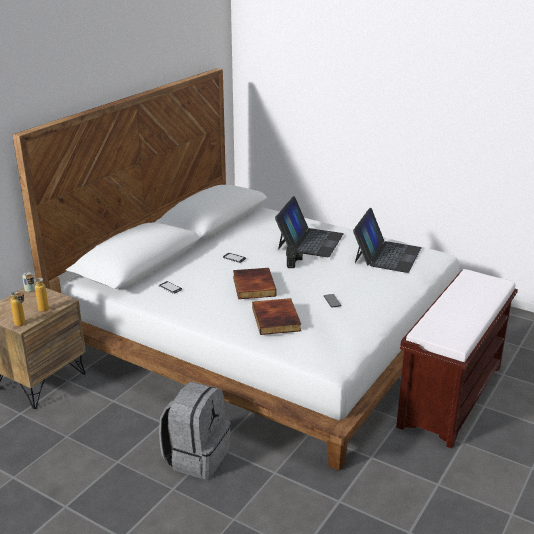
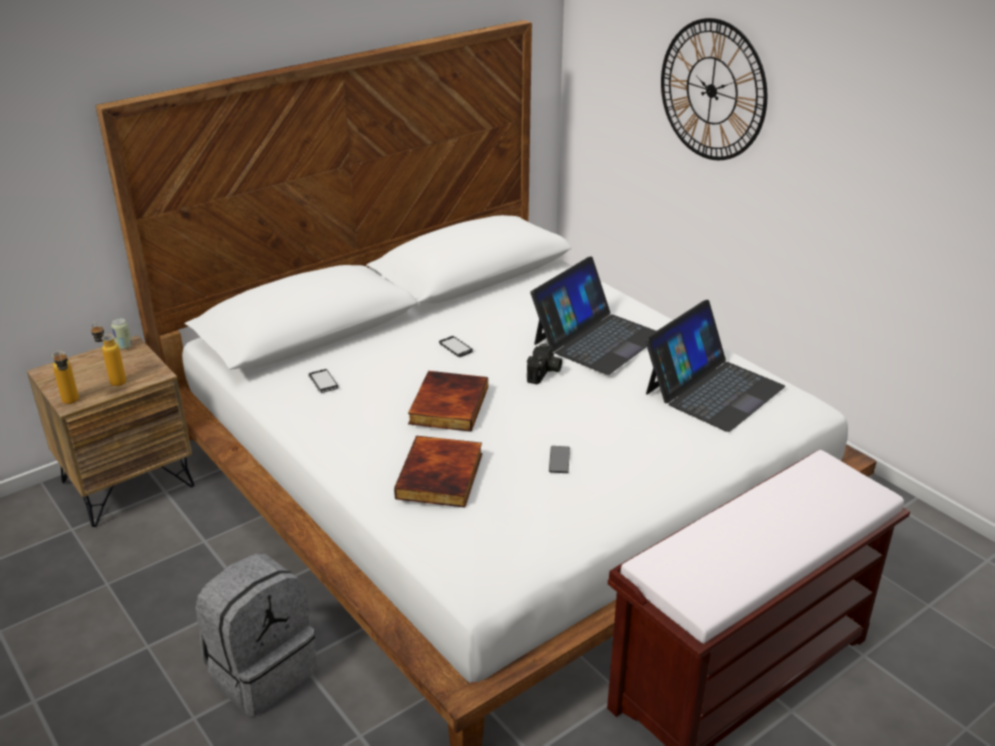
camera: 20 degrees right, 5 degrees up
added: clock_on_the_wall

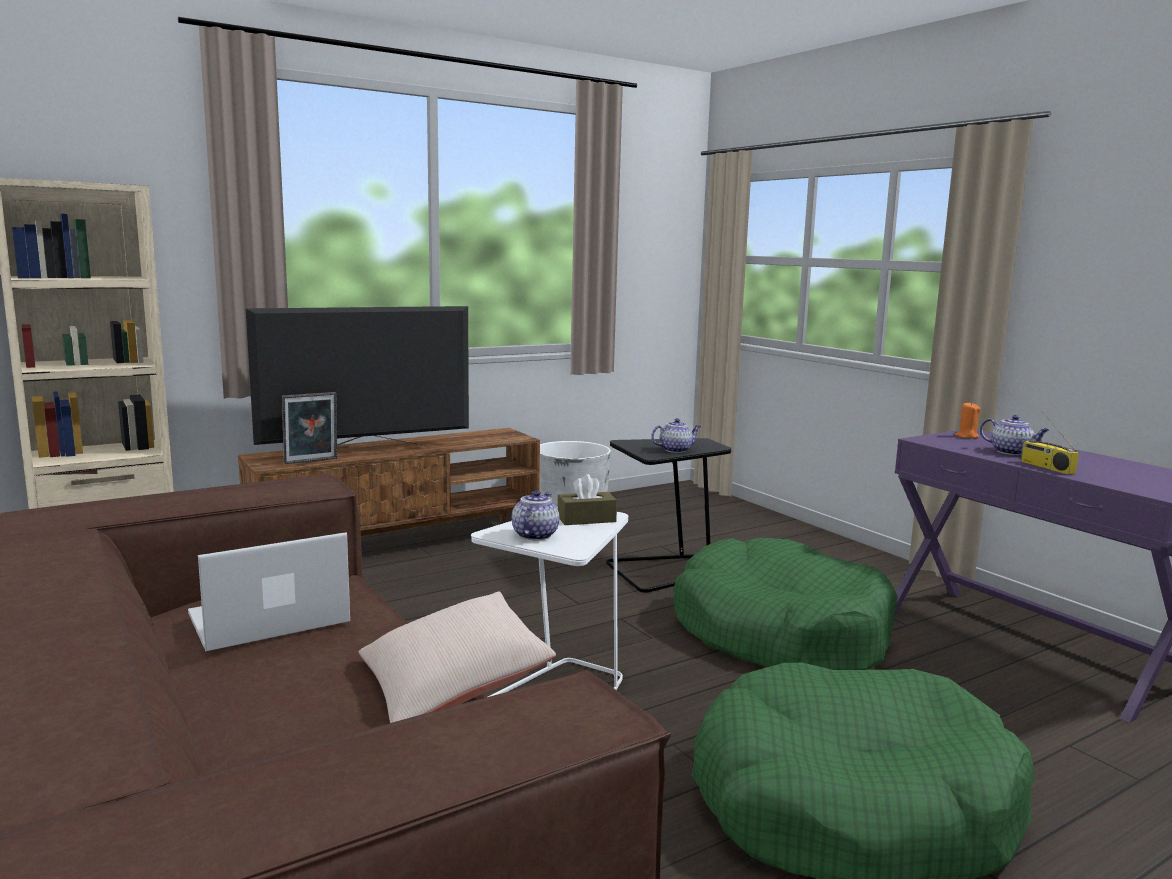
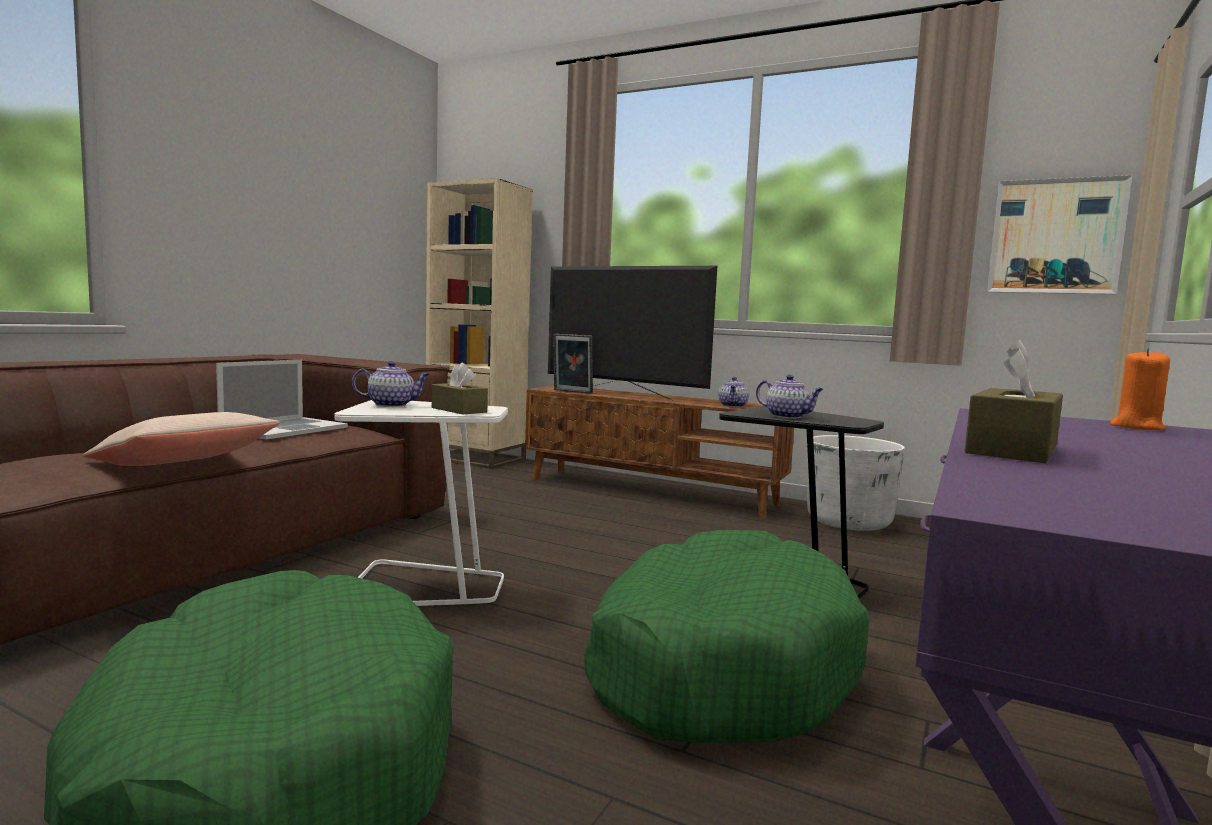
camera: 60 degrees right, 5 degrees down
added: picture
moved: teapot (3rd from left in the first image) to teapot (2nd from left)
replaced: radio to brown-coloured_tissue_holder (2nd from left)
turned: portable_computer 90 degrees clockwise

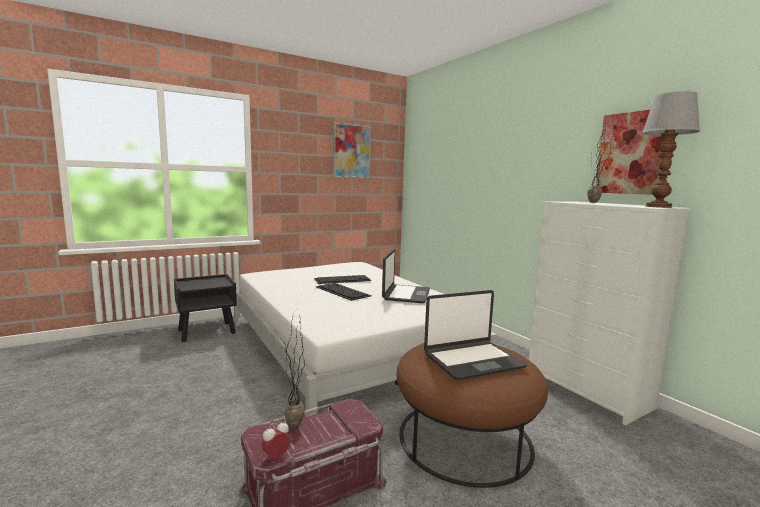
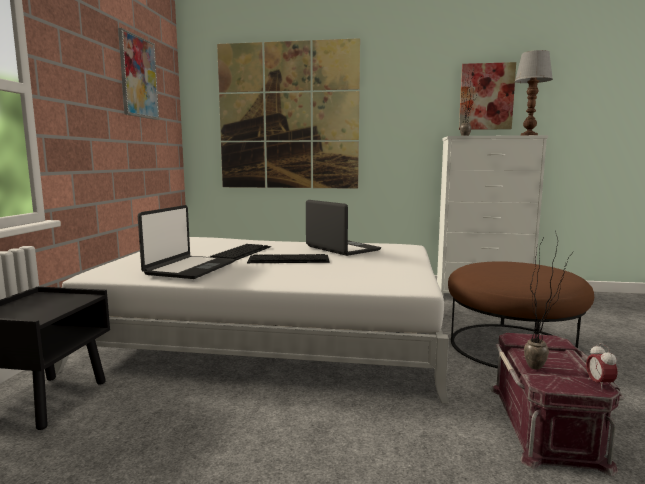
camera: 50 degrees left, 0 degrees up
added: picture (2nd from left)
moved: portable_computer (2nd from left in the first image) to portable_computer (1st from left)

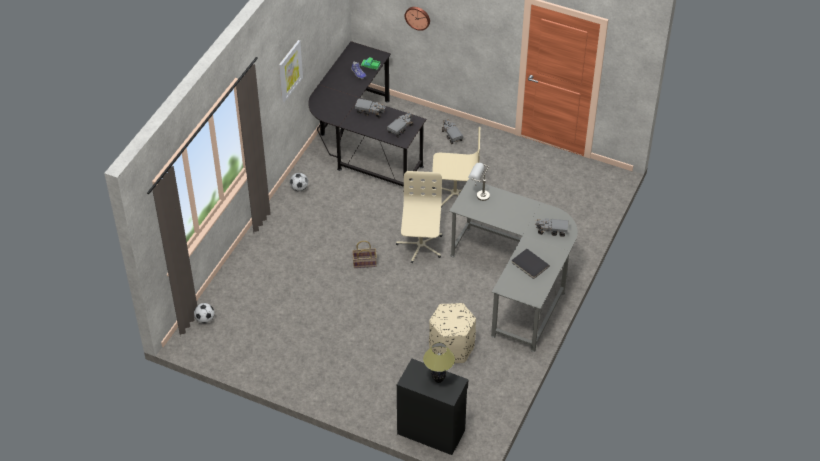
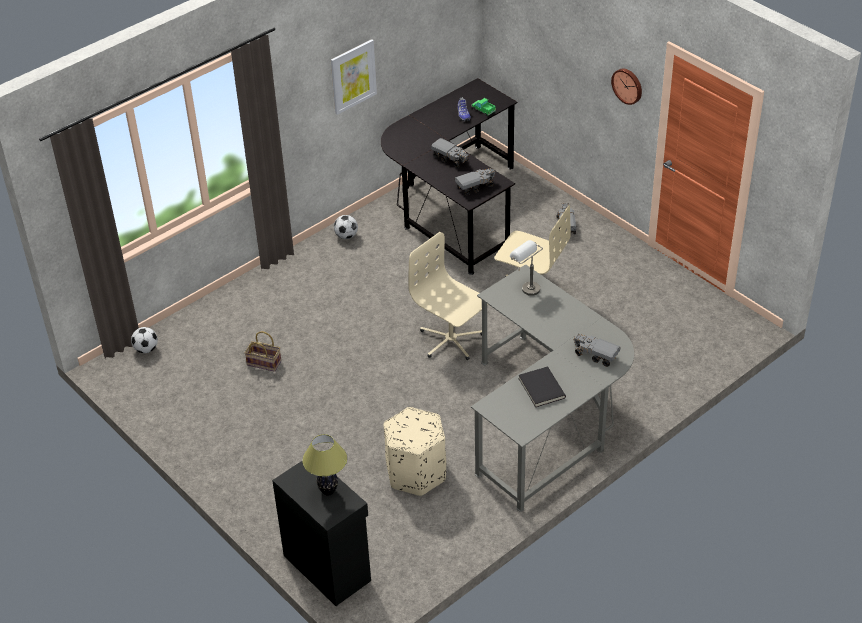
camera: 25 degrees right, 5 degrees down
moved: storage_basket; clock_on_the_wall
turned: beige_desk_chair (1st from left) 75 degrees counterclockwise

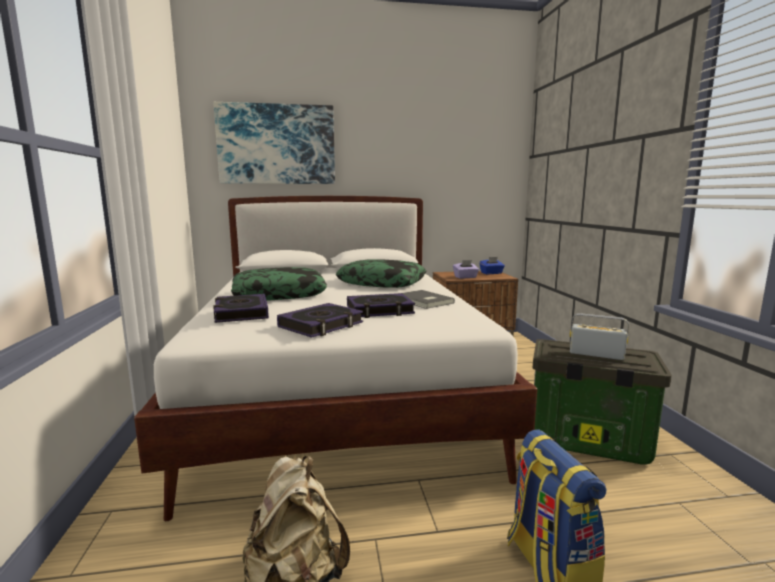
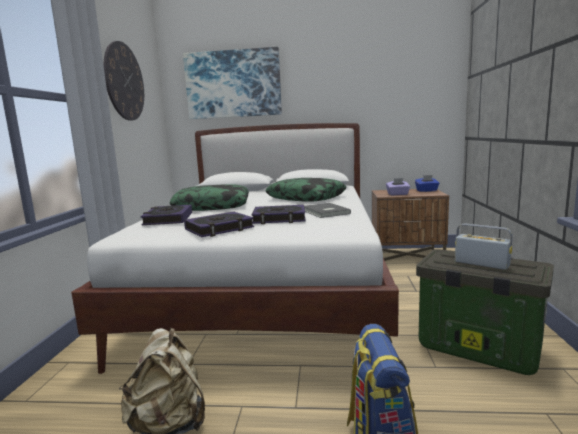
camera: 15 degrees right, 0 degrees up
added: clock_on_the_wall

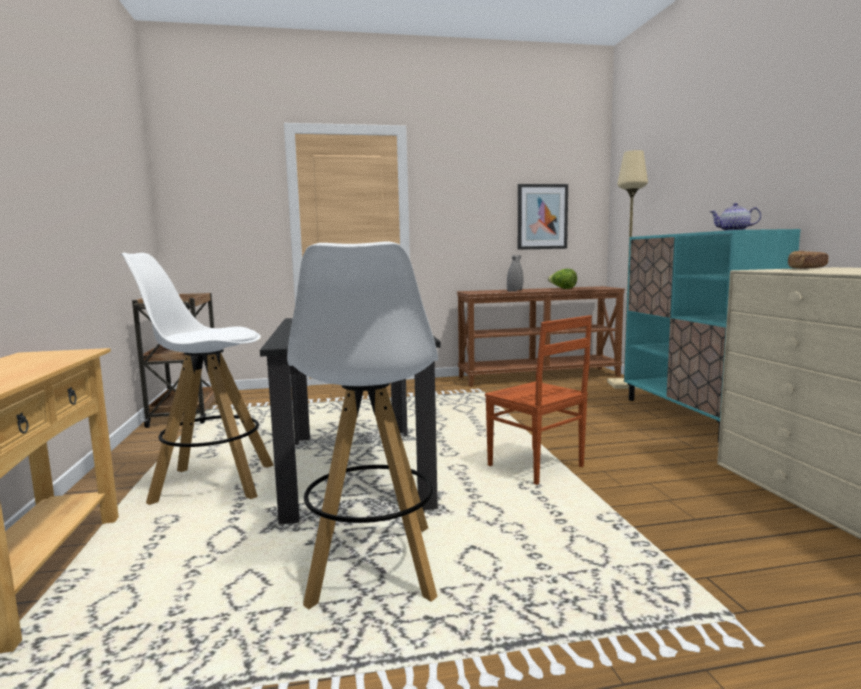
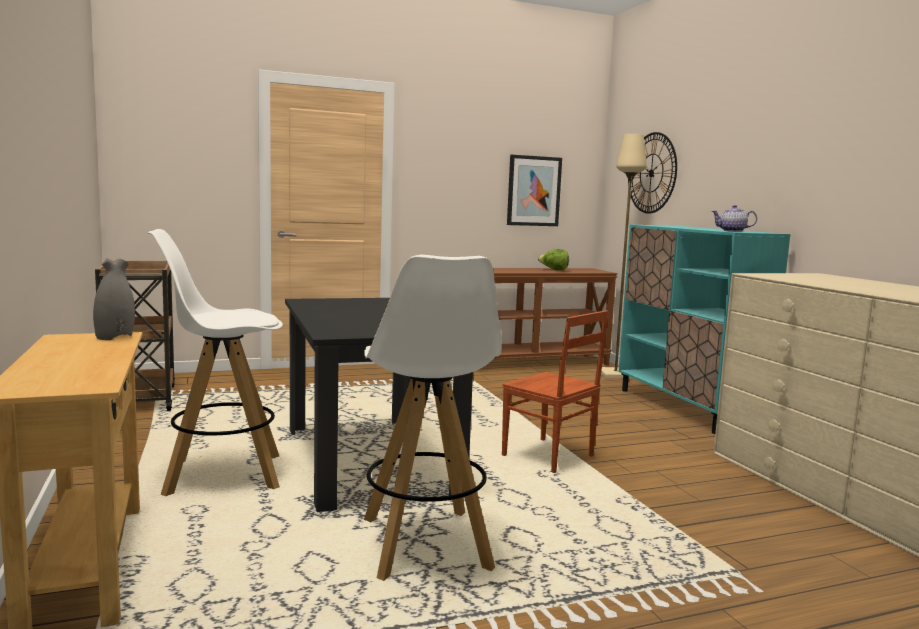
camera: 10 degrees left, 0 degrees up
removed: baked_bread
added: clock_on_the_wall
moved: grey_decorative_vase

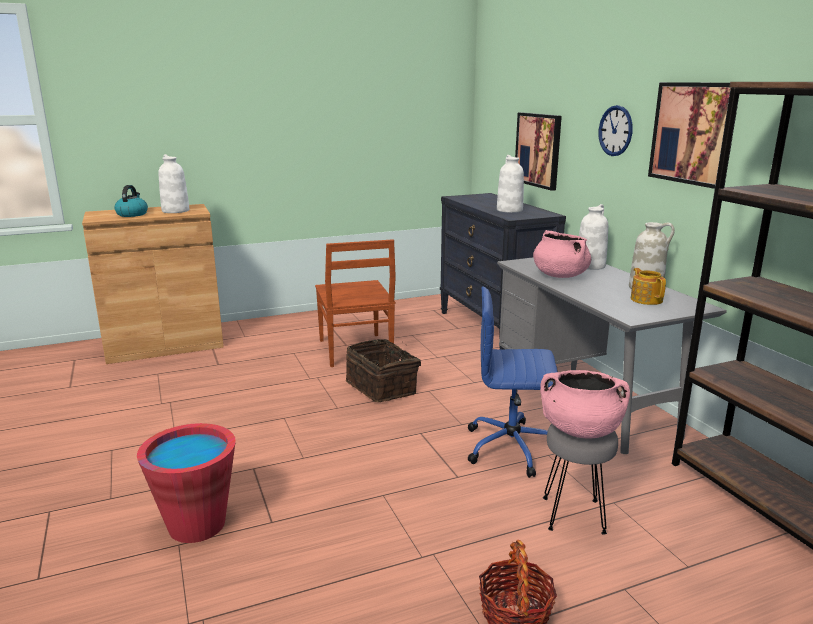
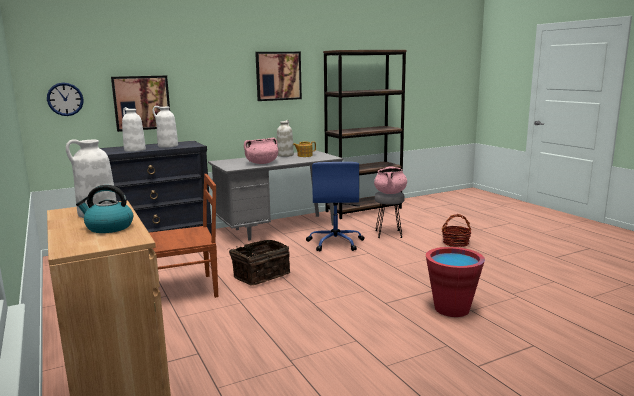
camera: 95 degrees left, 5 degrees down
moved: clock_on_the_wall; white-coloured_decorative_vase (3rd from left in the first image) to white-coloured_decorative_vase (2nd from left)

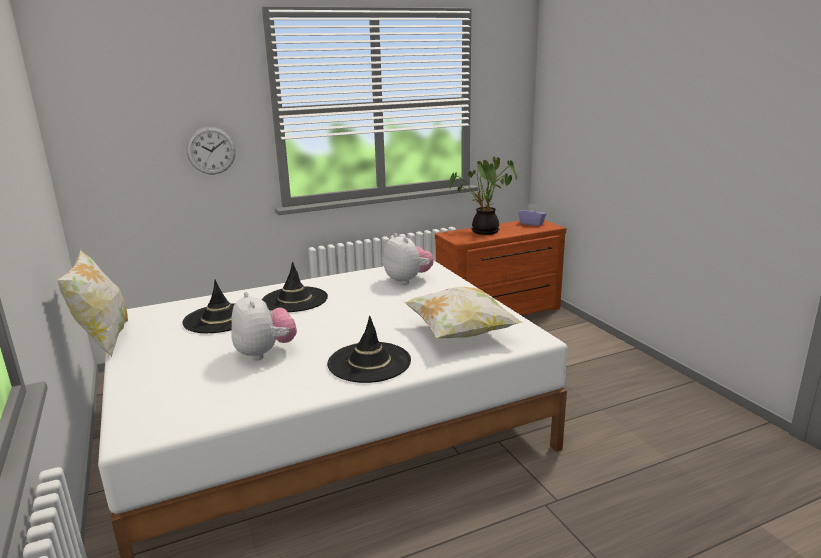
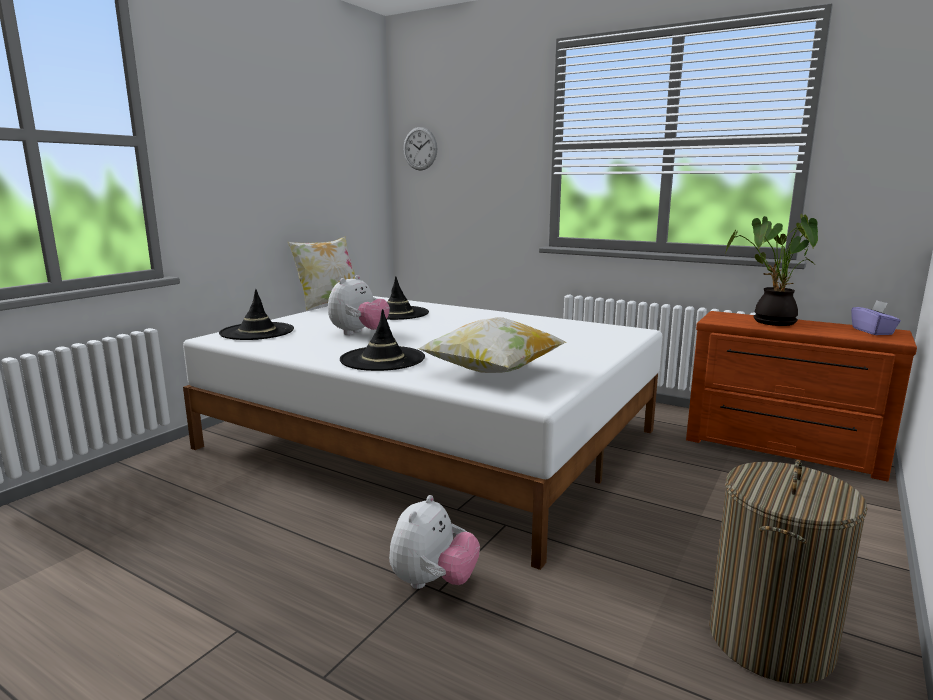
camera: 55 degrees right, 5 degrees down
added: washing_basket
moved: black-coloured_clothing_hat (2nd from left in the first image) to black-coloured_clothing_hat (1st from left); plush_toy (2nd from left); clock_on_the_wall

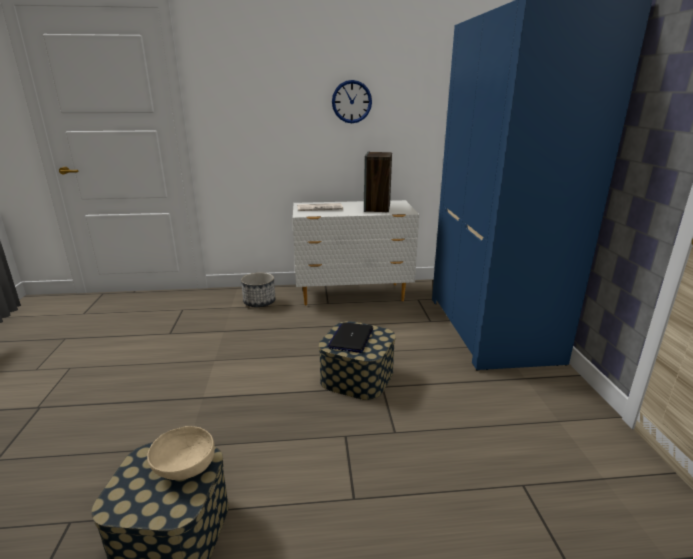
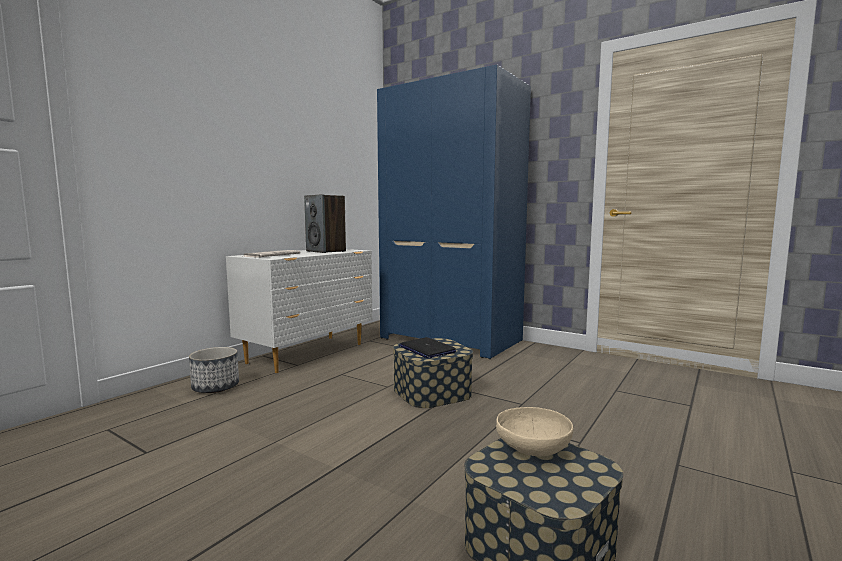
camera: 50 degrees left, 15 degrees down
removed: clock_on_the_wall

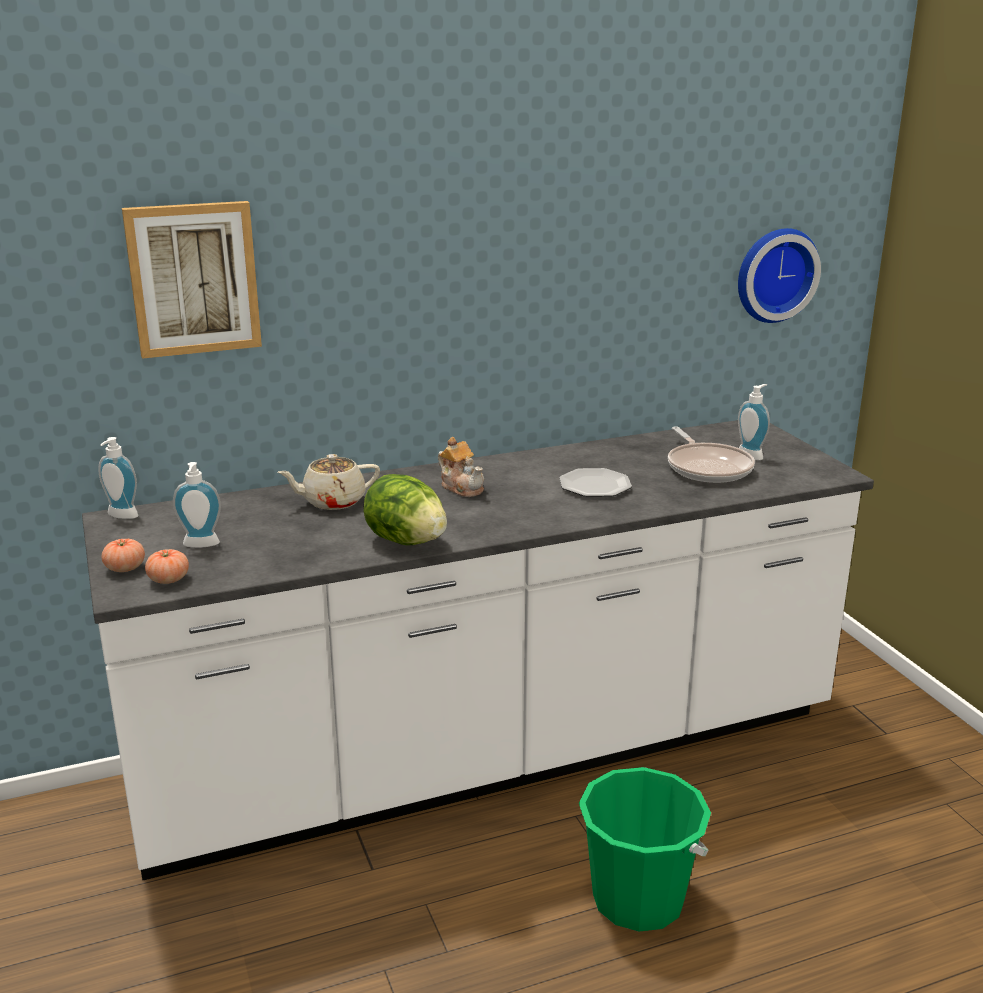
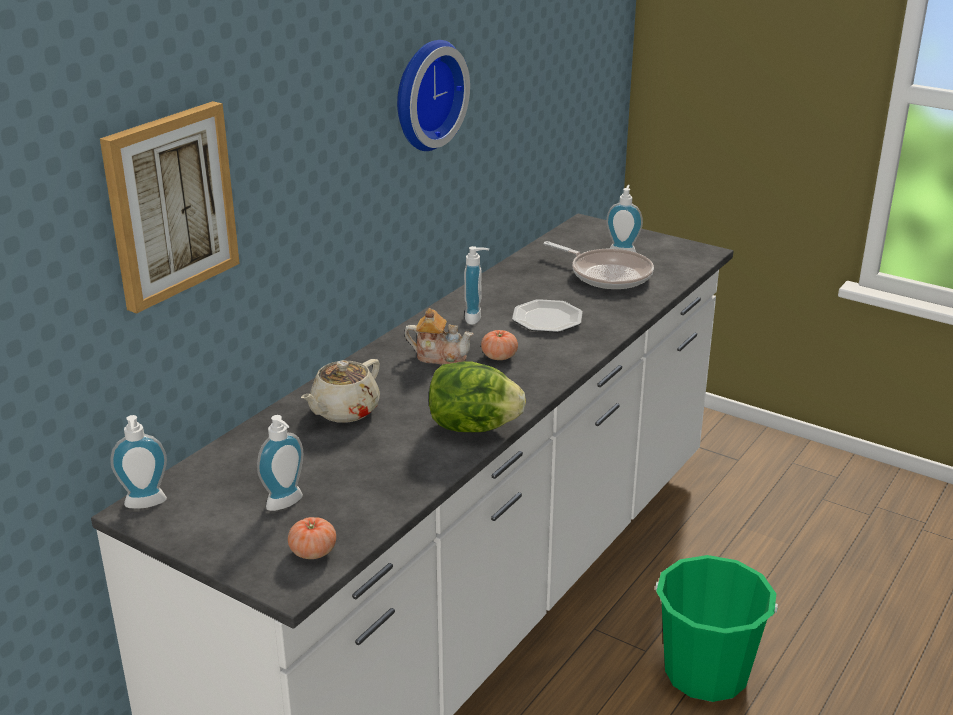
camera: 35 degrees left, 5 degrees up
added: liquid_soap_bottle (3rd from left)
moved: clock_on_the_wall; tomato (1st from left in the first image) to tomato (2nd from left)

